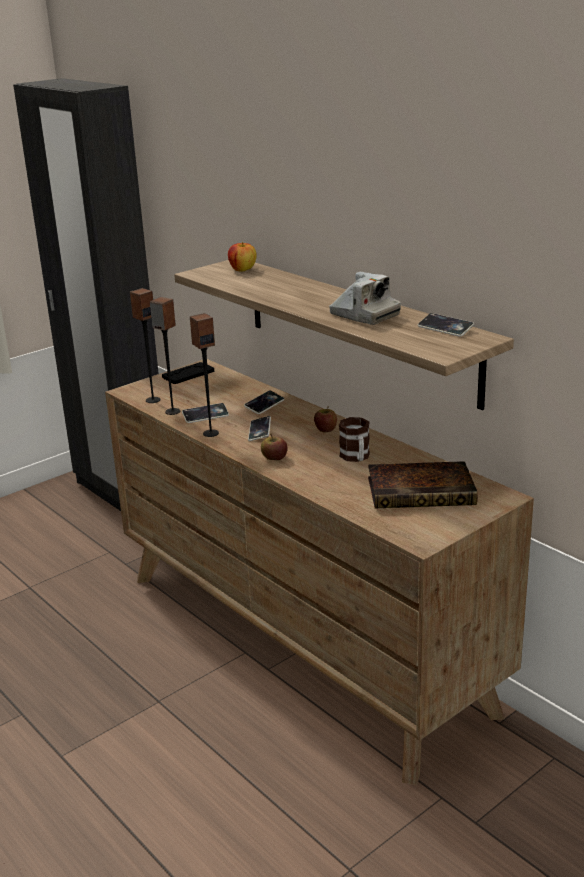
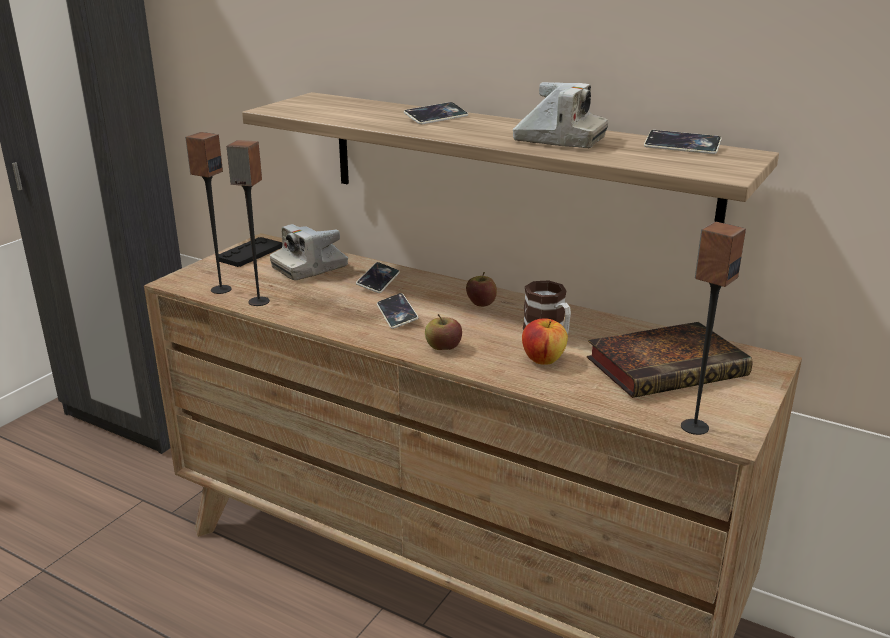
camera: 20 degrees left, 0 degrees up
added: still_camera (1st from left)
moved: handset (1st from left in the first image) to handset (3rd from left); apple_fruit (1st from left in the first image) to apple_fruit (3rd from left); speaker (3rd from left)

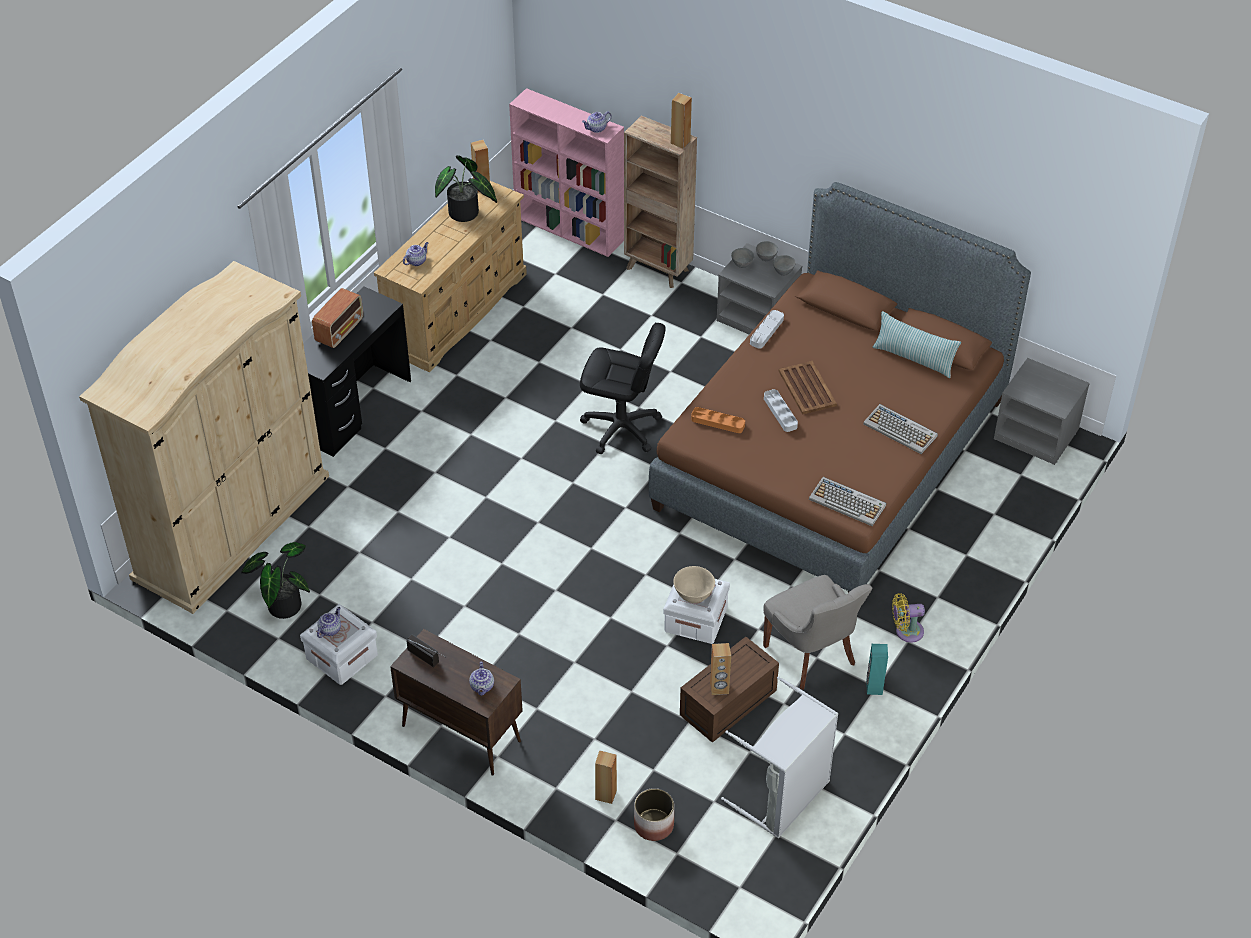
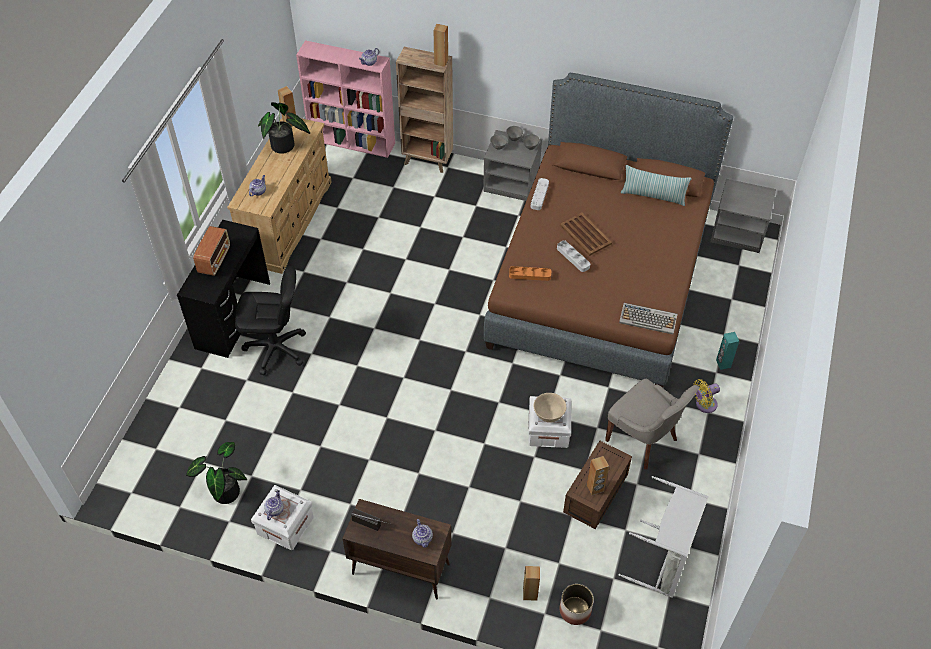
camera: 15 degrees left, 5 degrees up
removed: beige_wardrobe; PC_keyboard (2nd from left)
moved: black-coloured_desk_chair; turquoise-coloured_speaker

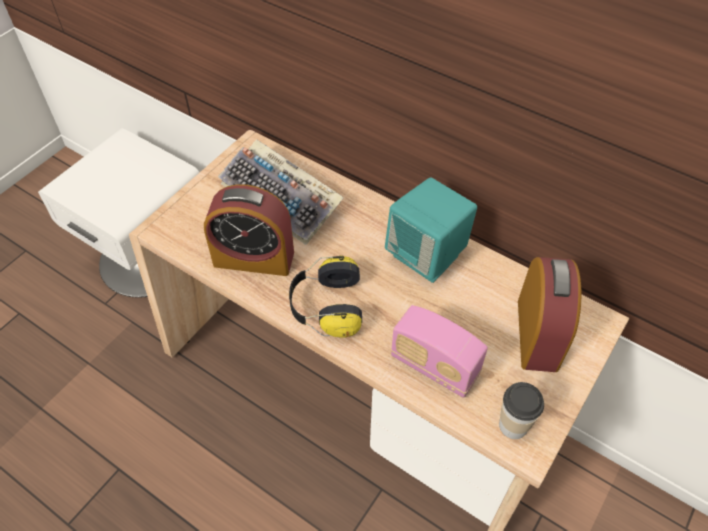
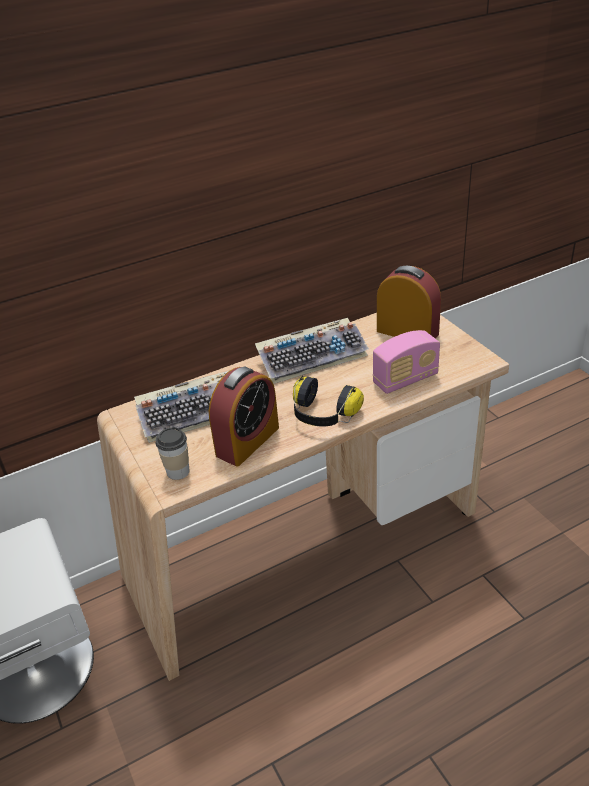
camera: 60 degrees left, 15 degrees down
moved: small_cup
replaced: turquoise-coloured_speaker to PC_keyboard (2nd from left)

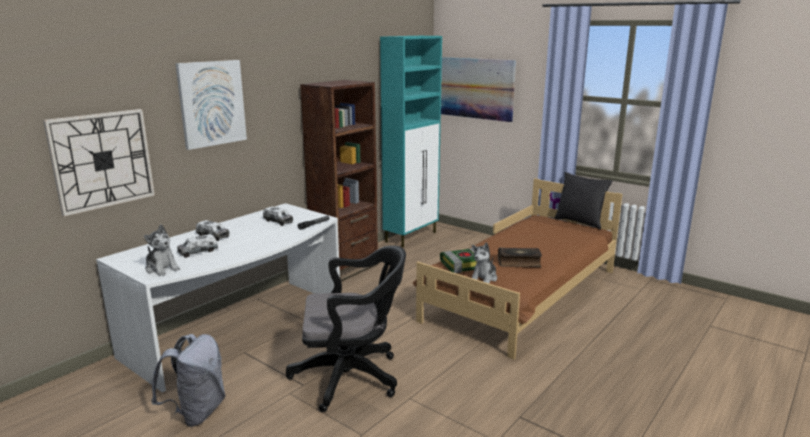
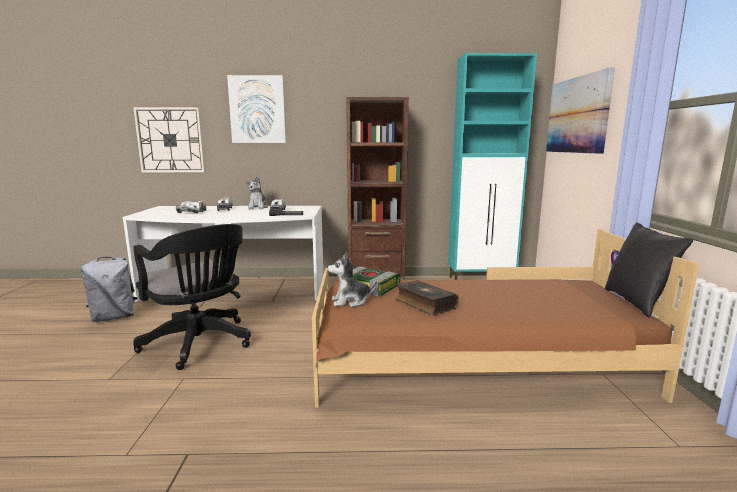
camera: 50 degrees right, 5 degrees down
moved: plush_toy (1st from left)

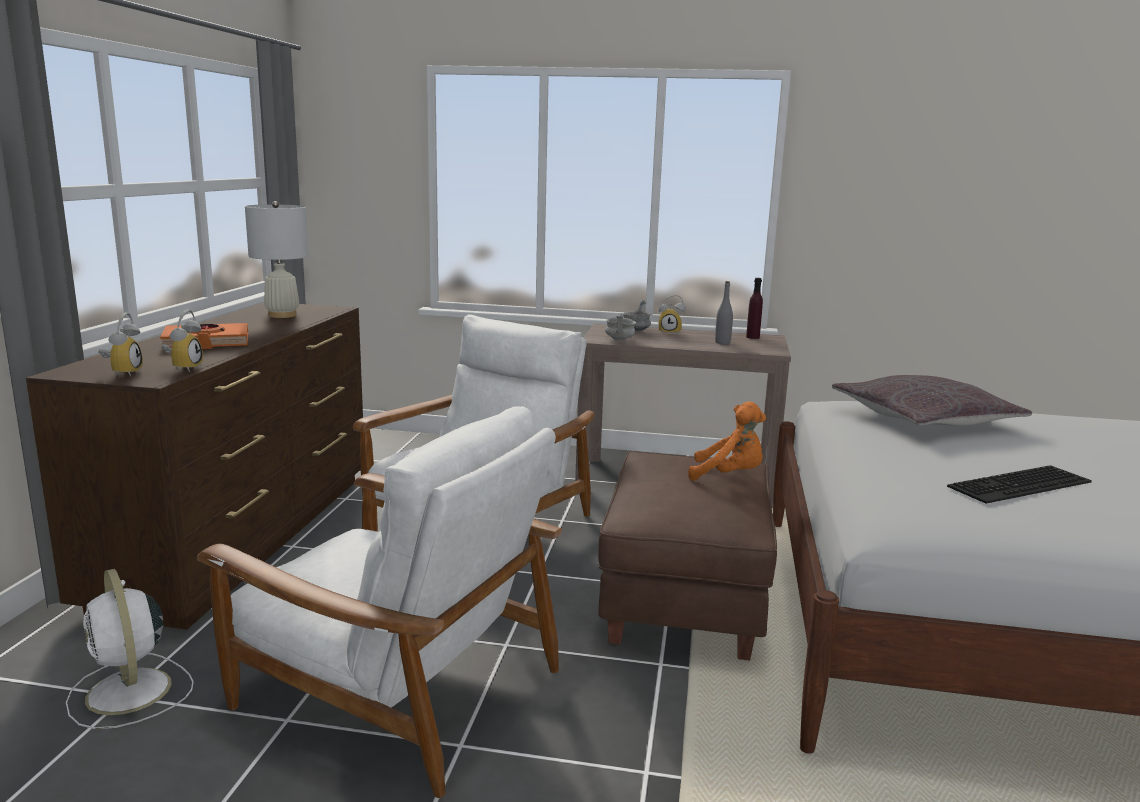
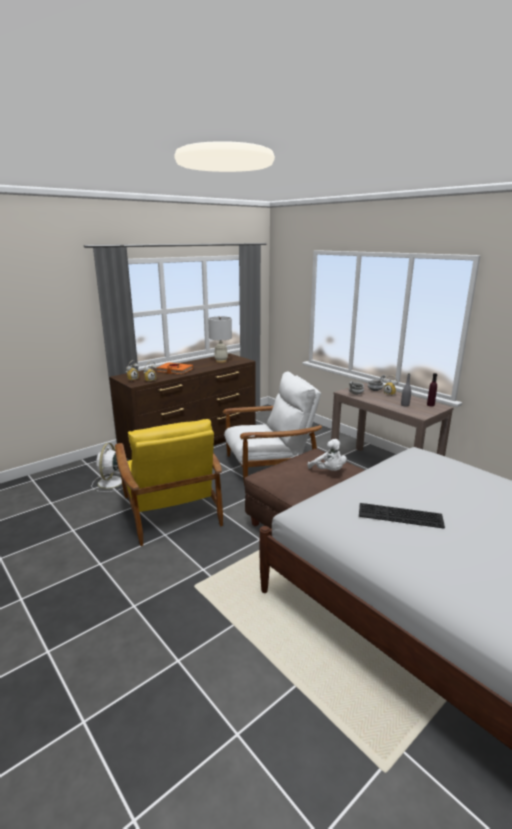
camera: 40 degrees right, 5 degrees up
removed: grey_pillow
recoloured: white-coloured_armchair (1st from left) to yellowish_armchair; orange_plush_toy to white-coloured_plush_toy

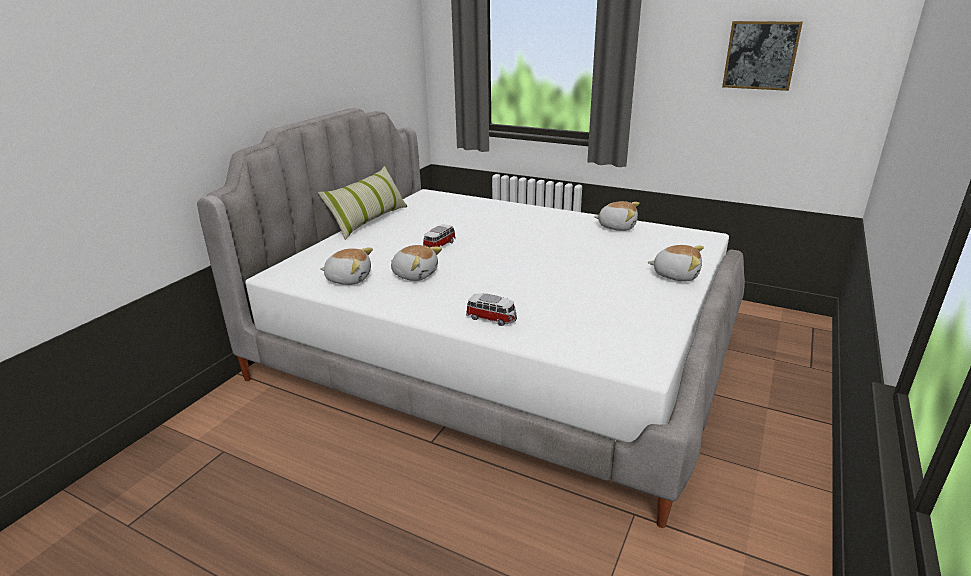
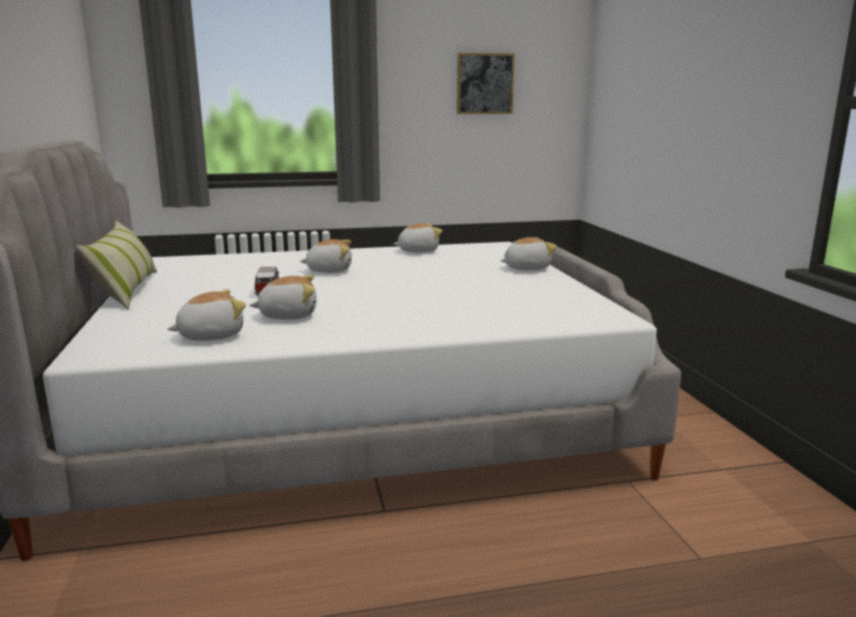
camera: 40 degrees left, 10 degrees down
removed: model_car (2nd from left)
added: plush_toy (3rd from left)

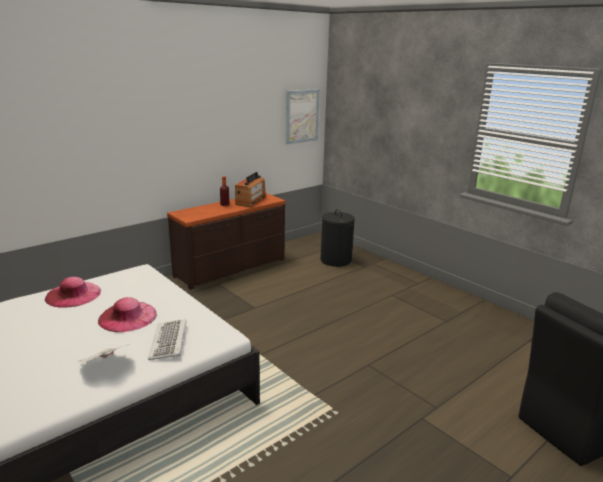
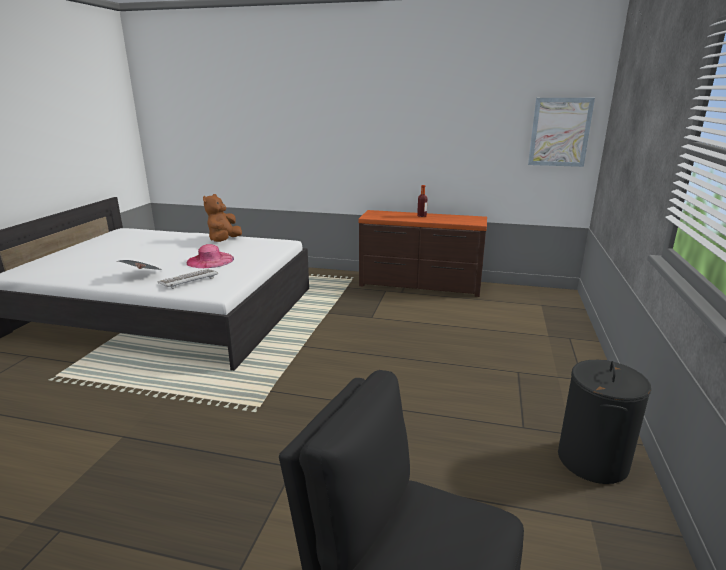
camera: 55 degrees right, 0 degrees up
removed: radio
moved: black-coloured_washing_basket
replaced: pinkish_clothing_hat (1st from left) to brown-coloured_plush_toy

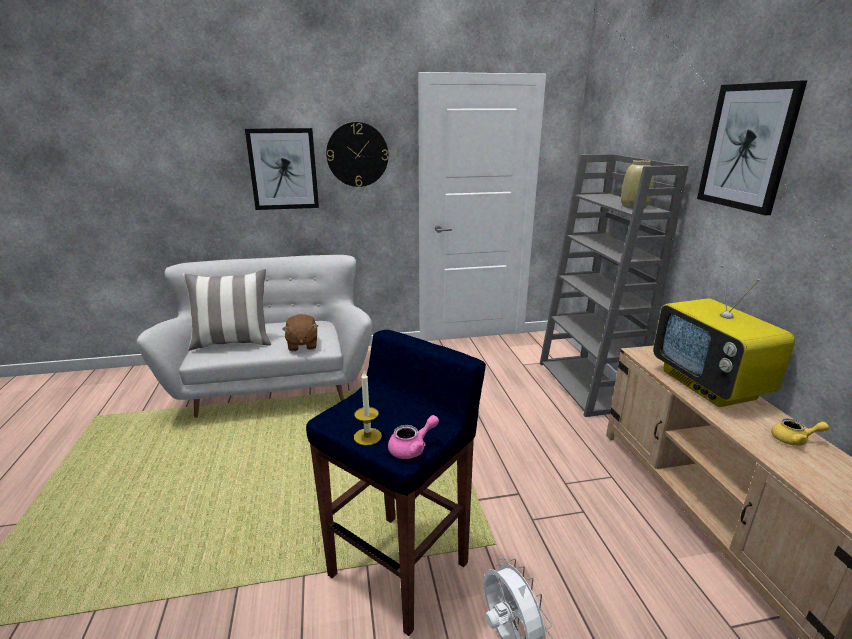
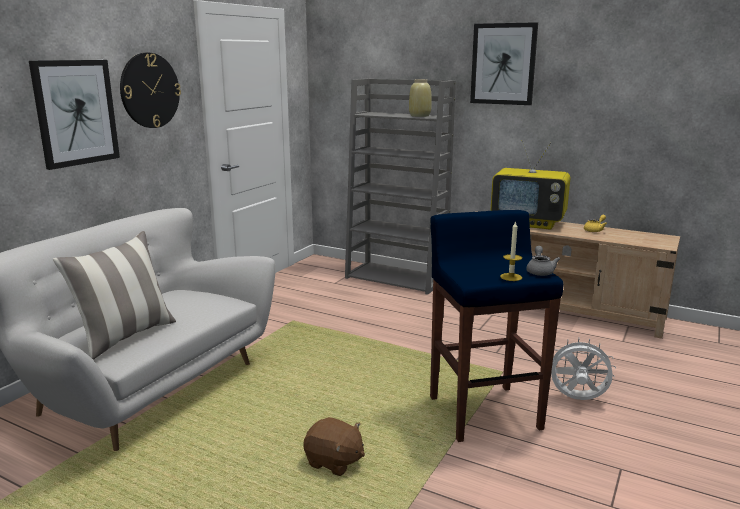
camera: 50 degrees left, 5 degrees down
moved: brown-coloured_plush_toy
recoloured: pinkish_teapot to grey_teapot

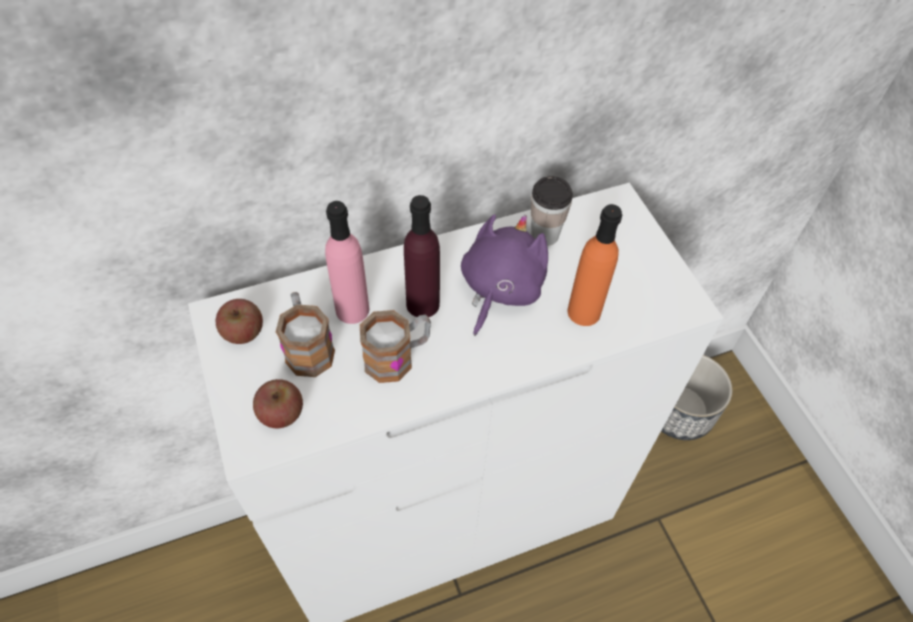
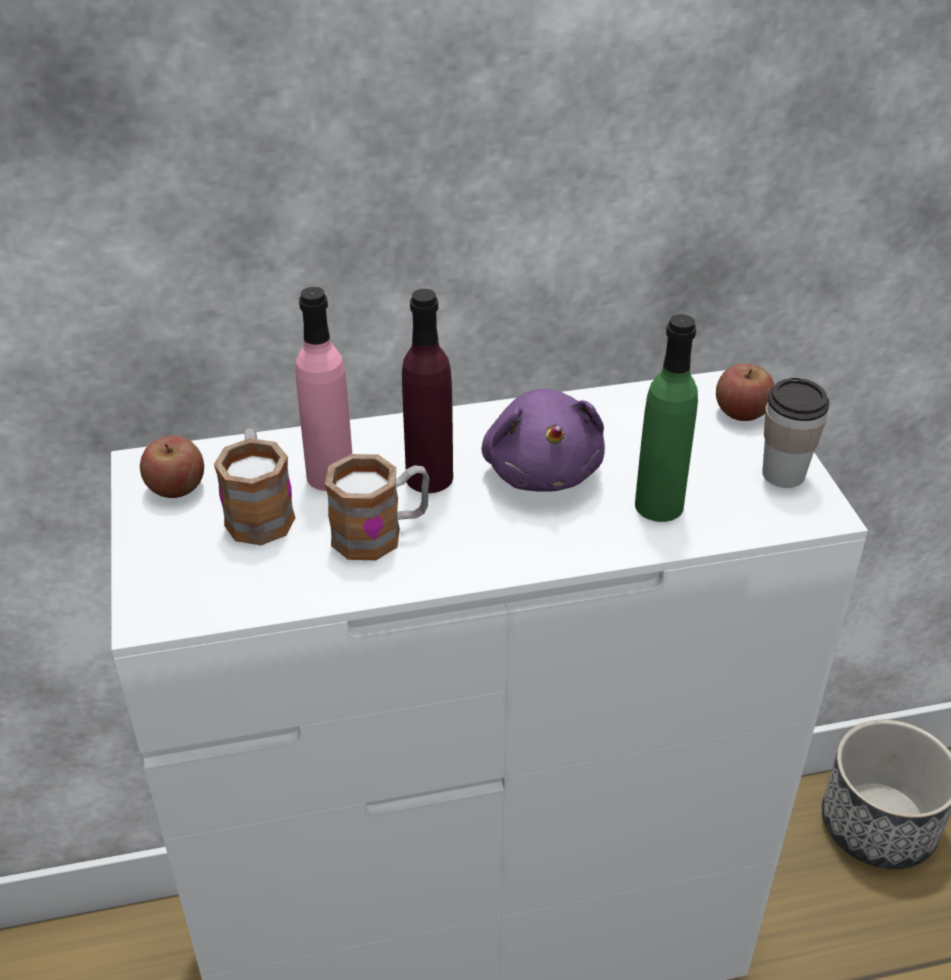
camera: 10 degrees right, 15 degrees down
moved: apple_fruit (2nd from left); small_cup
recoloured: orange_bottle to green-coloured_bottle
turned: purple_plush_toy 135 degrees clockwise

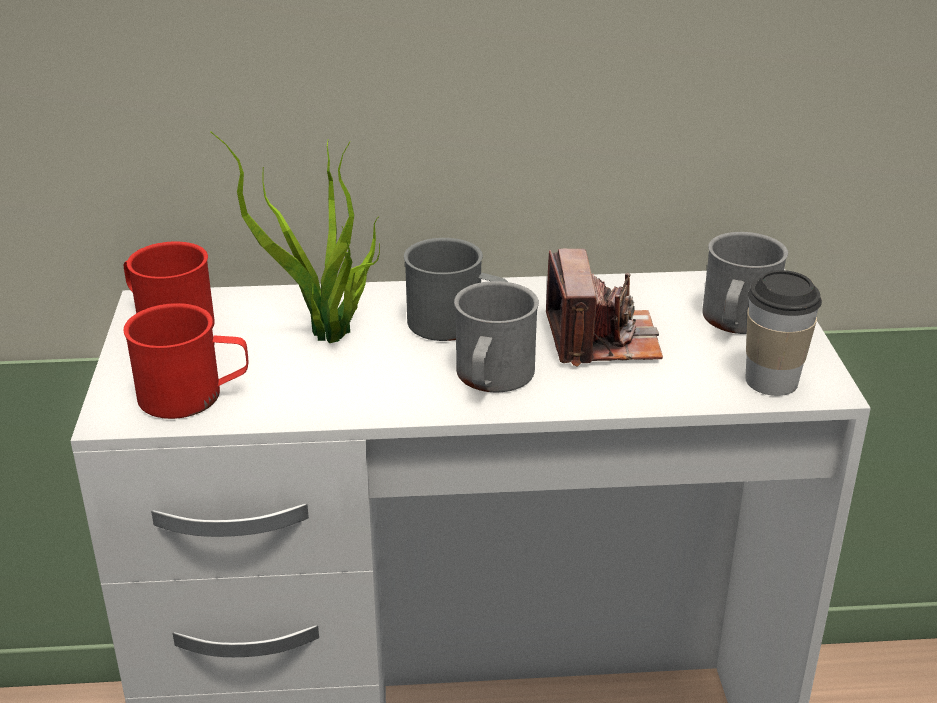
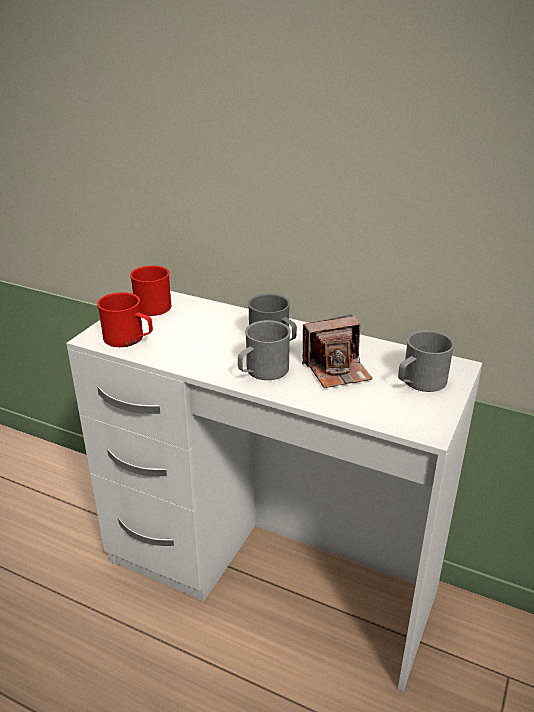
camera: 30 degrees right, 0 degrees up
removed: plant_in_a_pot; small_cup
turned: still_camera 45 degrees clockwise

